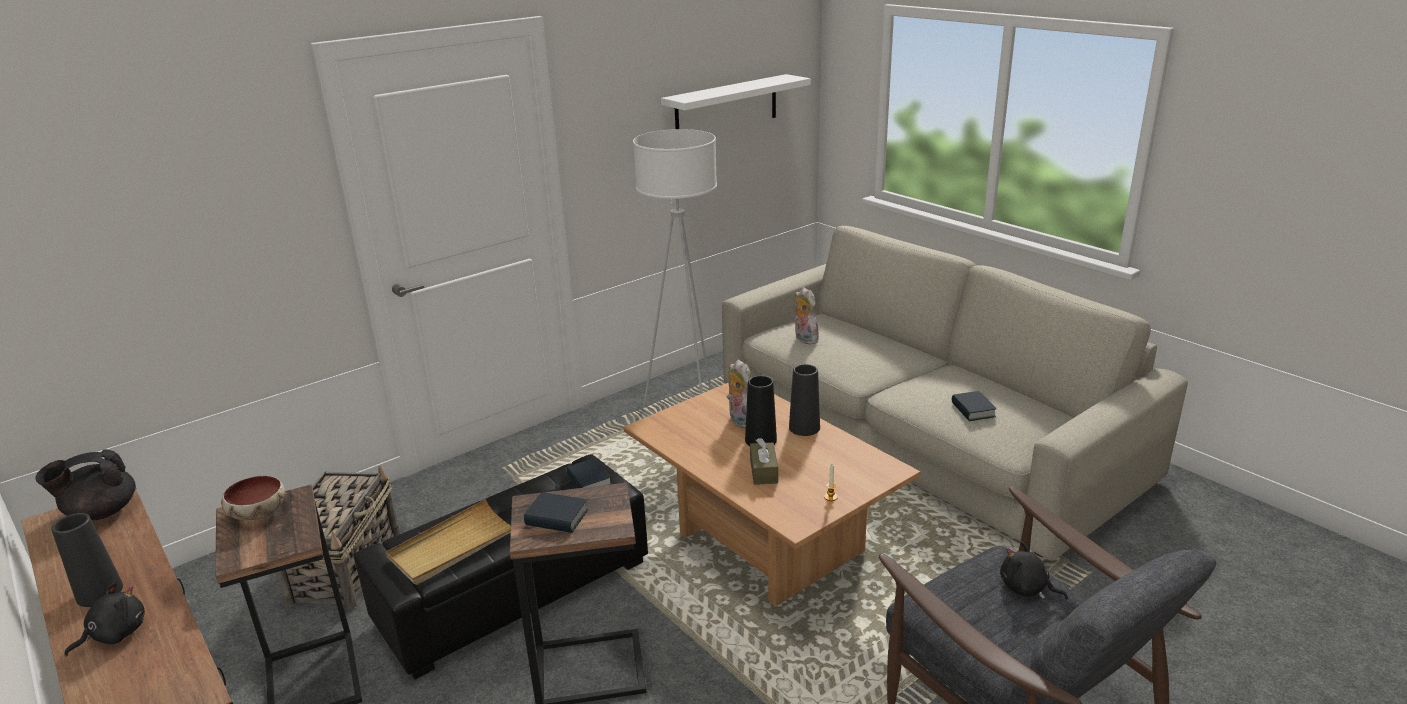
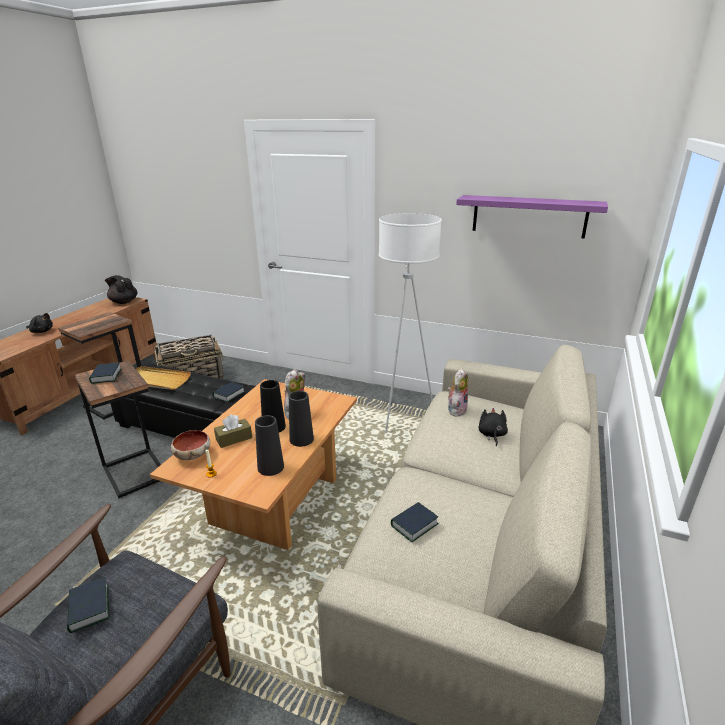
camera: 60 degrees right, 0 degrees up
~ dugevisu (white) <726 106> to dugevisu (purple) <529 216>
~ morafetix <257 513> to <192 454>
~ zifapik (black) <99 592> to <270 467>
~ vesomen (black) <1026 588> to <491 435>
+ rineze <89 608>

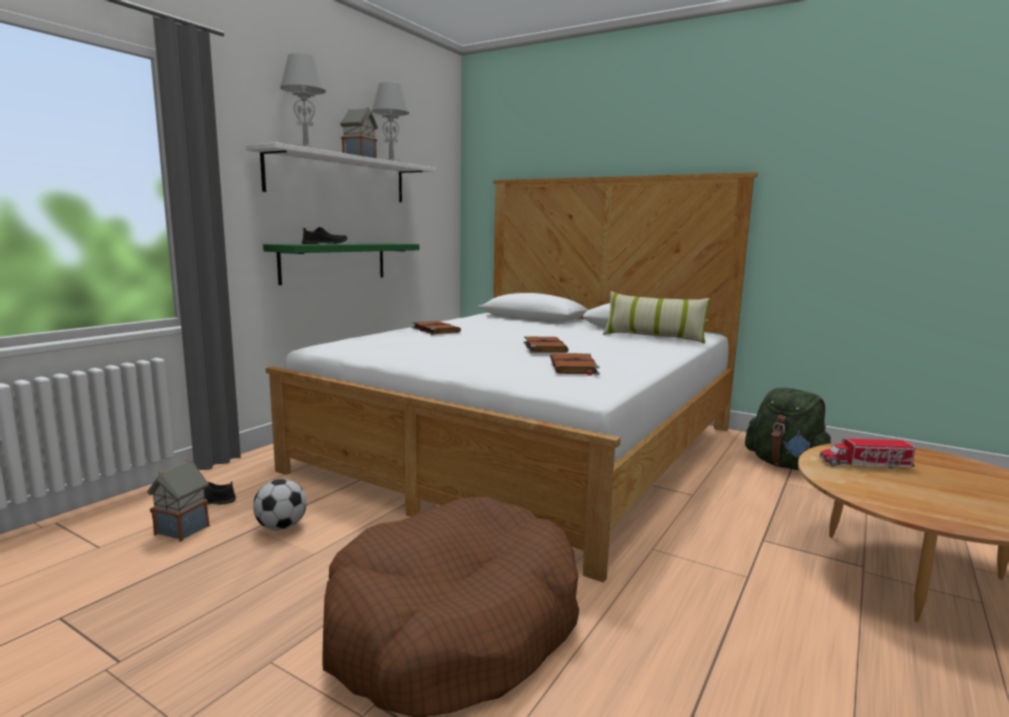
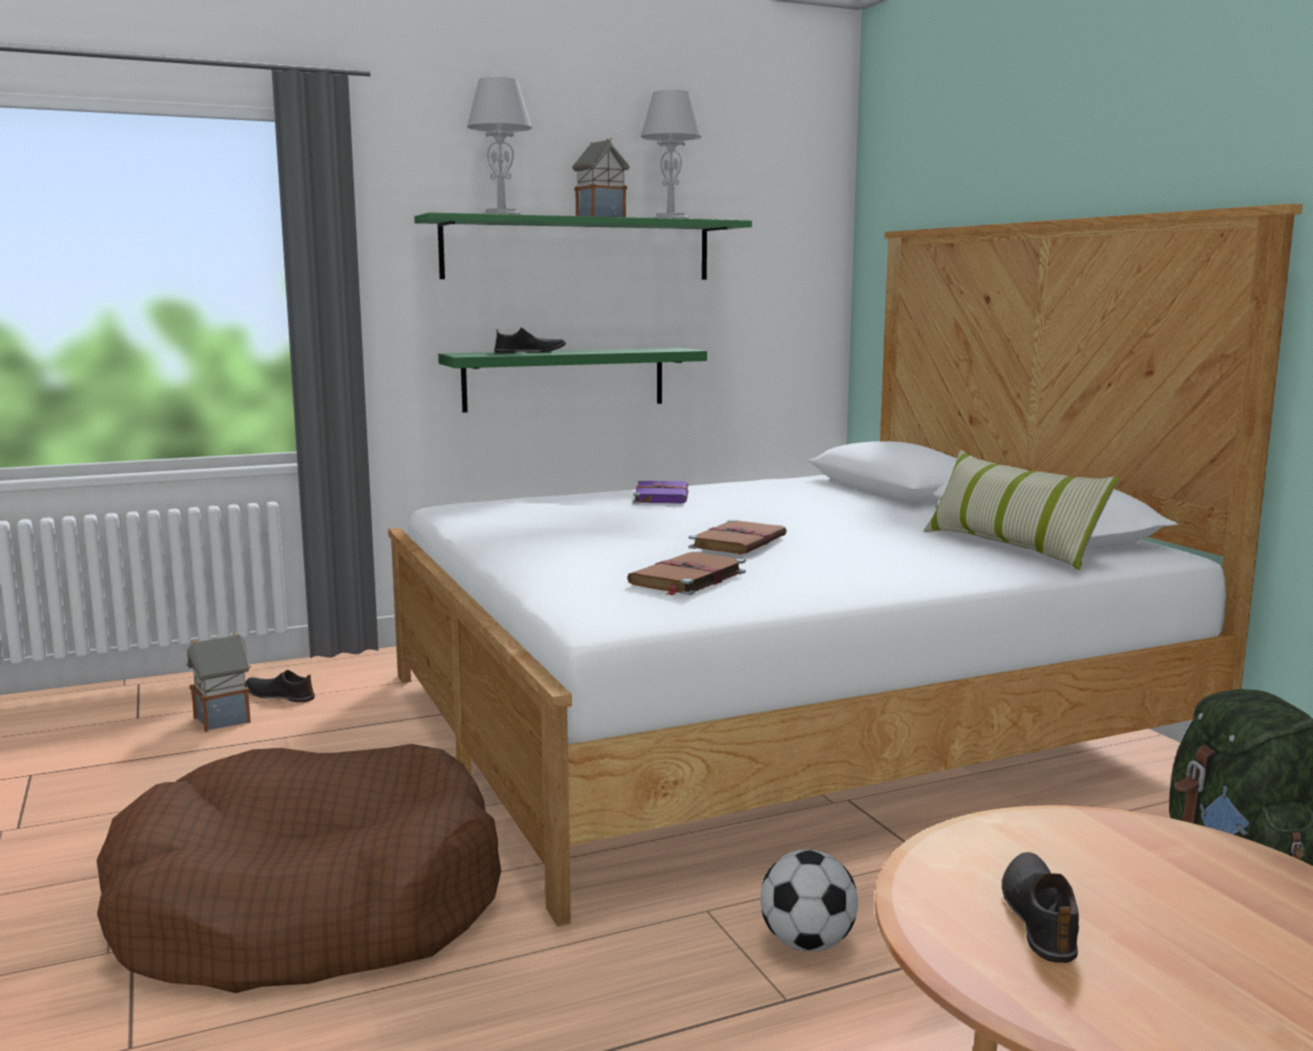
camera: 35 degrees right, 0 degrees up
~ dugevisu (white) <339 178> to dugevisu (green) <578 249>
~ rineze (brown) <435 330> to rineze (purple) <661 496>
- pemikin <865 464>
~ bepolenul <281 527> to <807 943>
+ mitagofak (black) <1040 916>

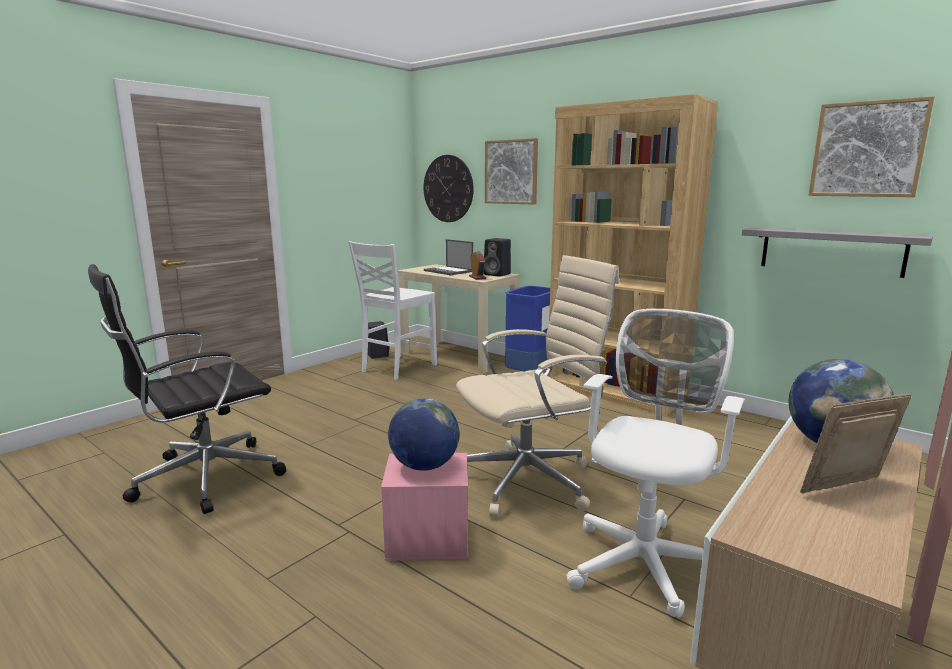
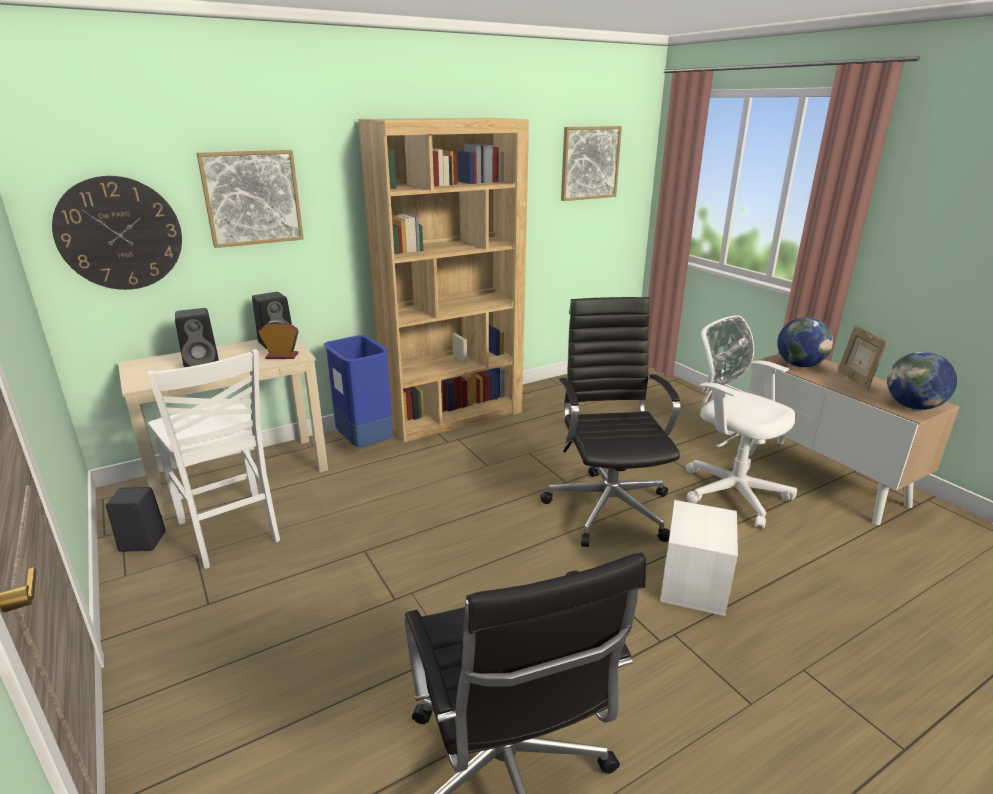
camera: 70 degrees left, 10 degrees up
- dugevisu (grey) <831 251>
~ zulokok <449 271> to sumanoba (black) <203 363>
~ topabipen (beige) <530 480> to topabipen (black) <608 506>
~ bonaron <424 466> to <913 406>
~ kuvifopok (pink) <426 539> to kuvifopok (white) <695 585>

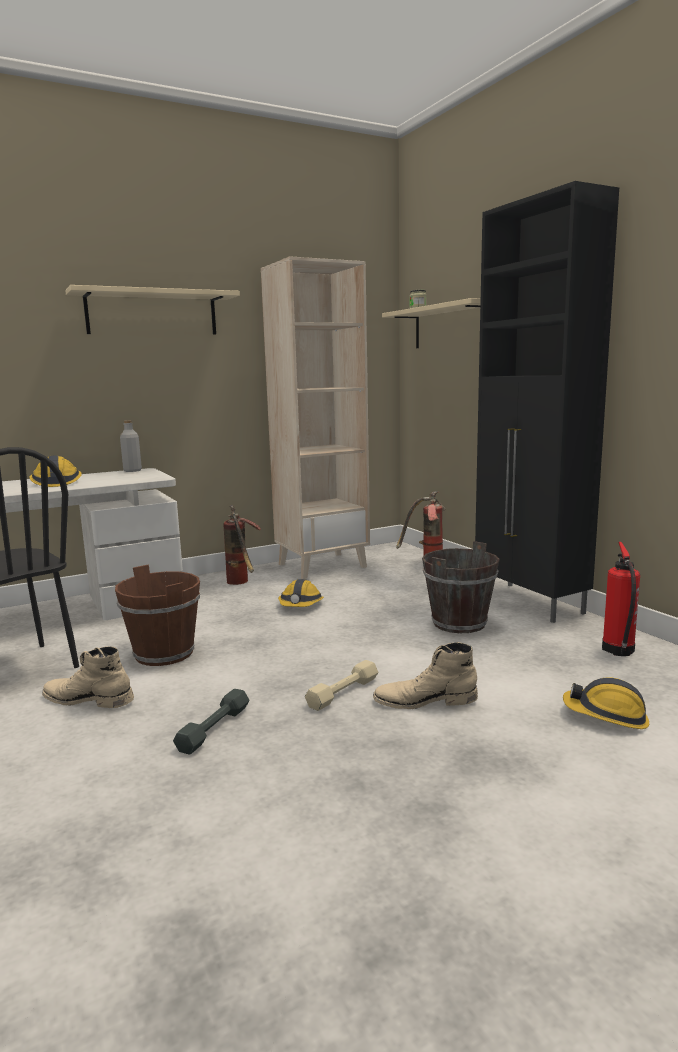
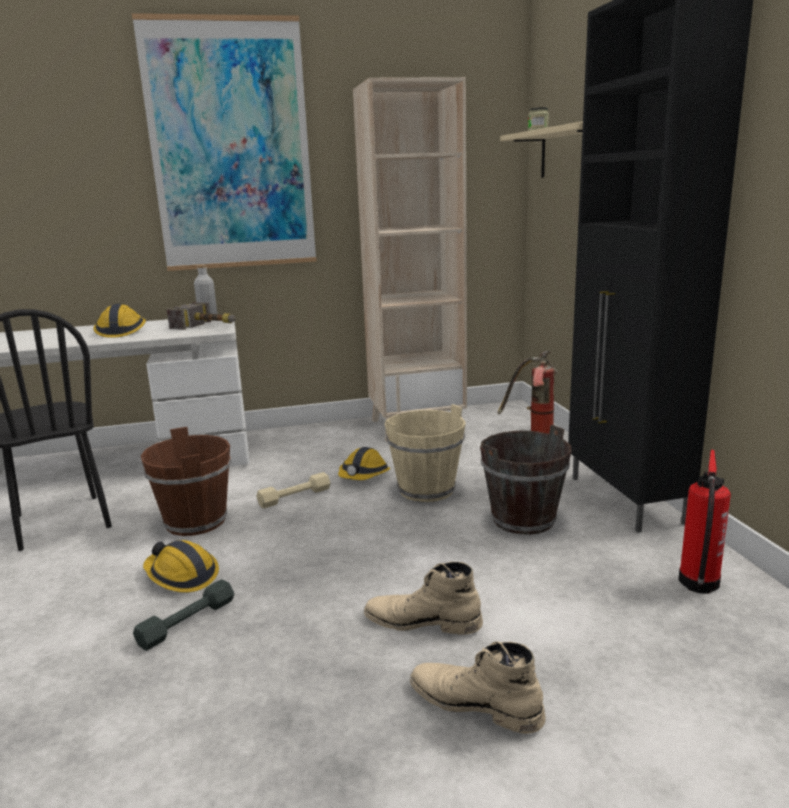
camera: 15 degrees right, 5 degrees up
~ dugevisu (beige) <152 313> to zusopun <231 147>
- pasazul <242 583>
~ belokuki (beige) <88 699> to <475 703>
~ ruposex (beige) <343 692> to <294 497>
~ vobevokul <606 716> to <181 576>
+ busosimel <209 326>
+ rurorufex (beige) <426 490>

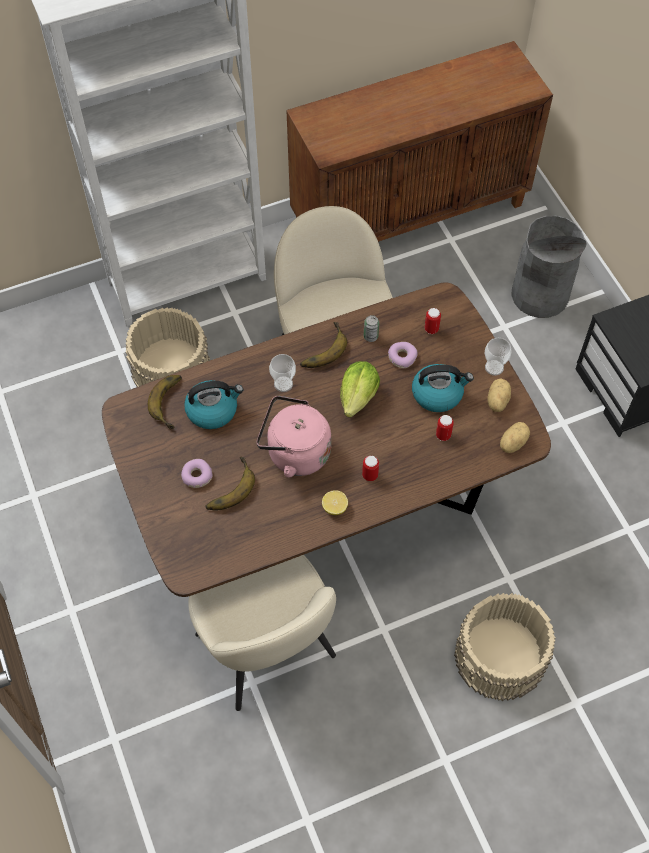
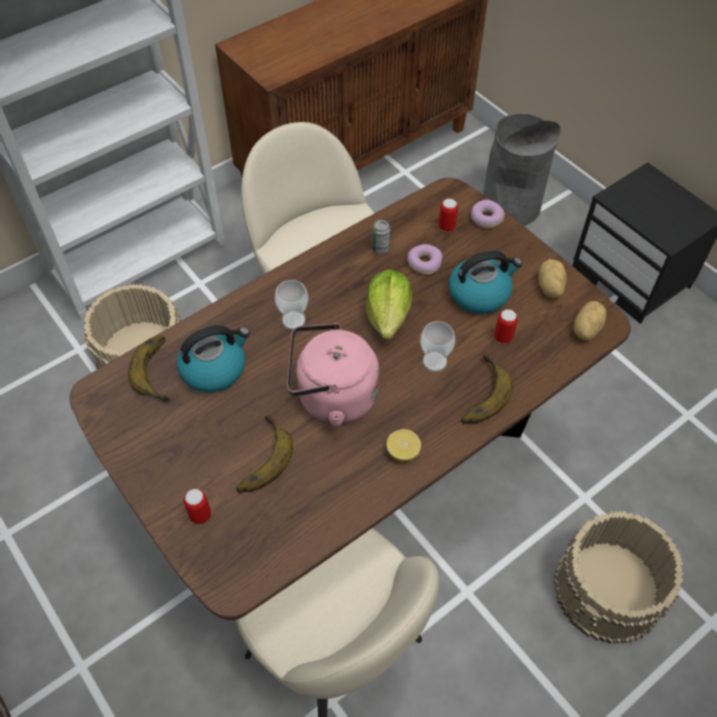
camera: 15 degrees left, 5 degrees down
~ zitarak <321 348> to <478 393>
~ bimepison <494 367> to <434 362>
~ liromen <370 475> to <200 515>
~ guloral <196 476> to <486 218>

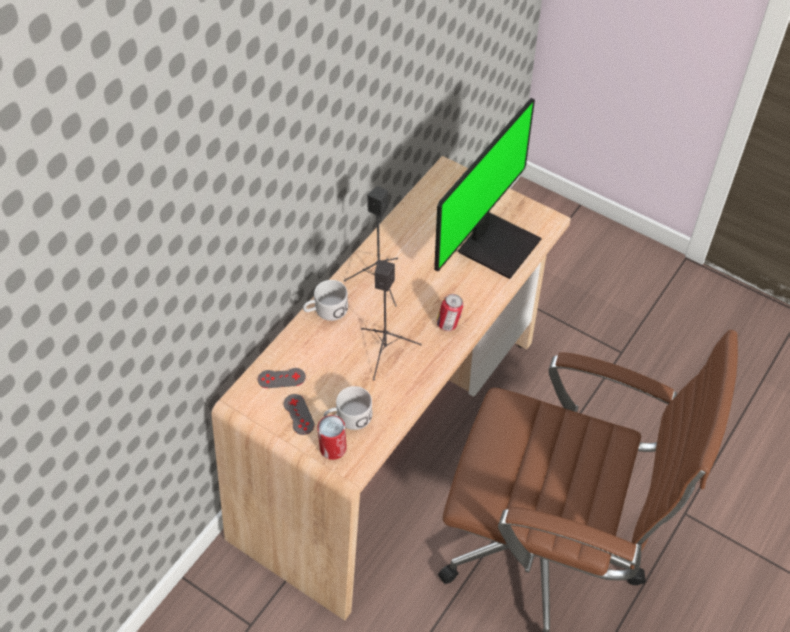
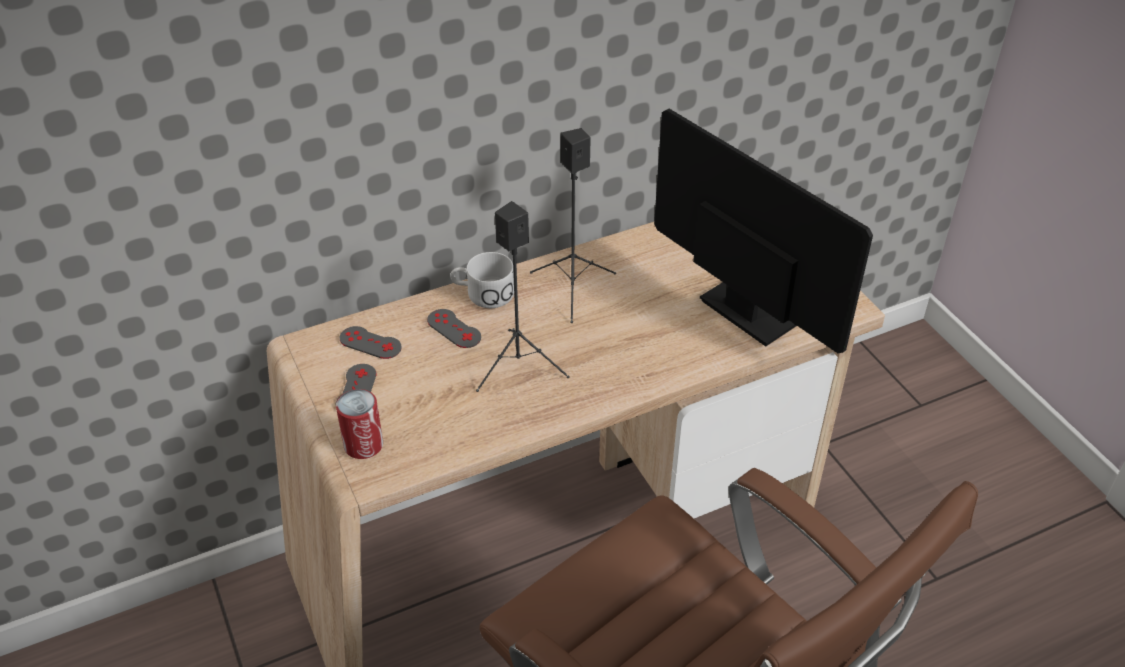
camera: 30 degrees right, 10 degrees down
~ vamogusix <496 244> = <757 306> 105 degrees counterclockwise
- liromen <449 324>
- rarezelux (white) <348 417>
+ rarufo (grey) <454 329>

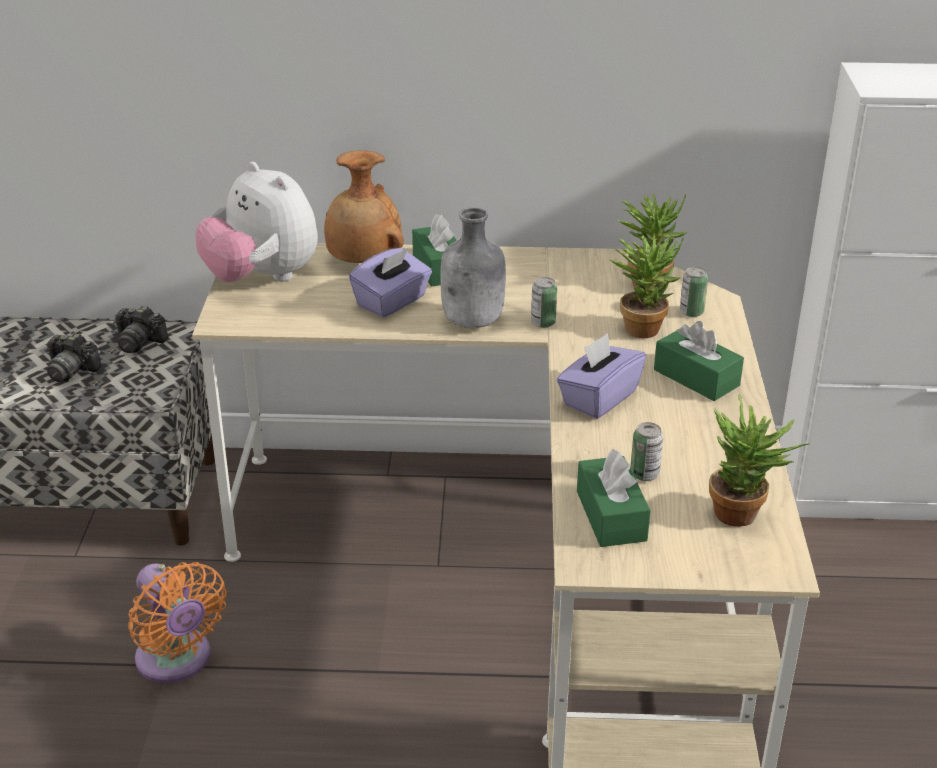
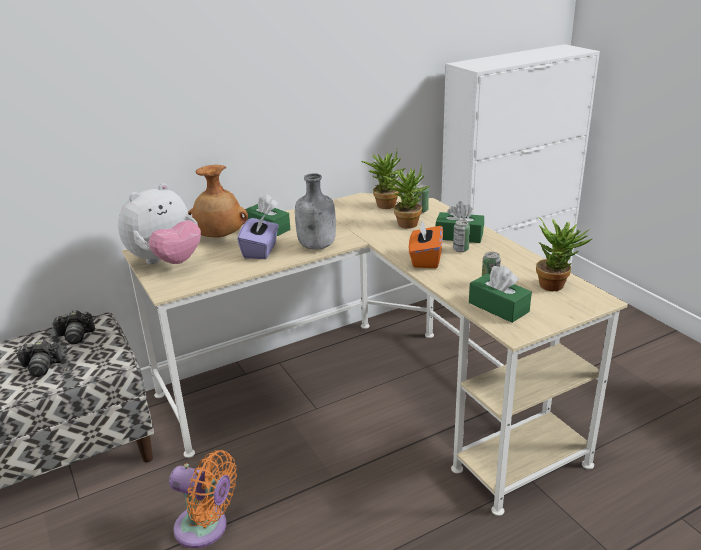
camera: 30 degrees left, 5 degrees down
~ vesomen <262 278> = <166 262> 60 degrees counterclockwise
~ liromen <543 323> to <460 249>
~ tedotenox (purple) <598 398> to tedotenox (orange) <425 259>

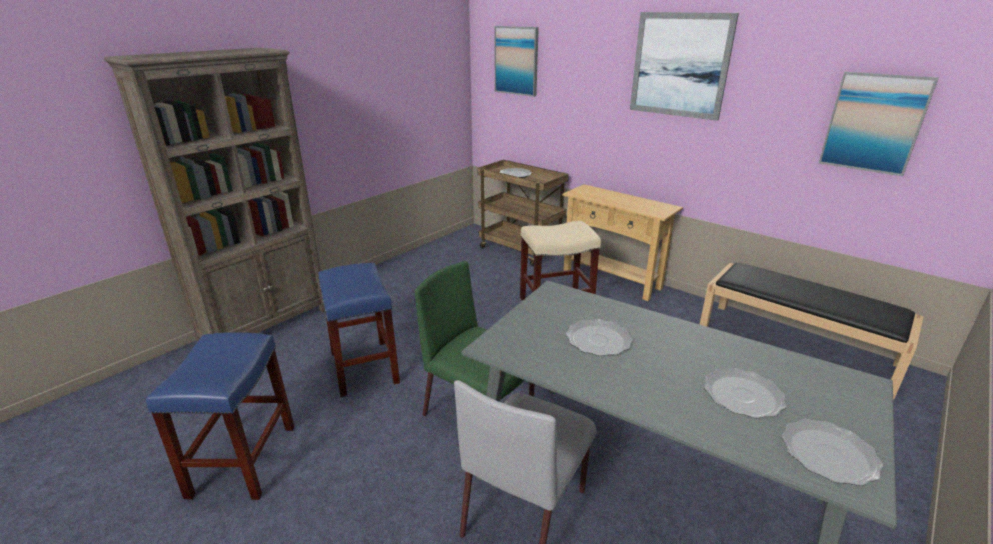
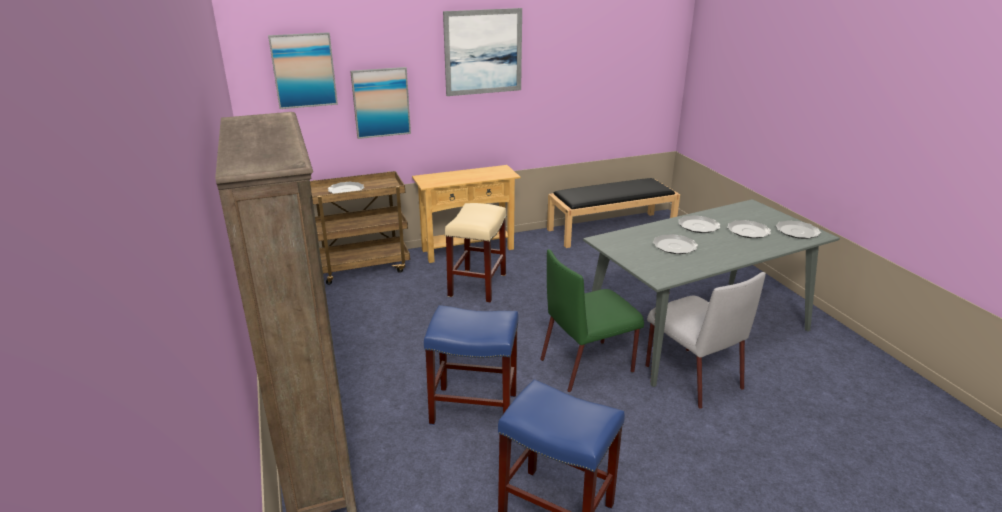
camera: 60 degrees left, 0 degrees up
~ zusopun <874 123> to <381 102>
+ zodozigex <698 226>

